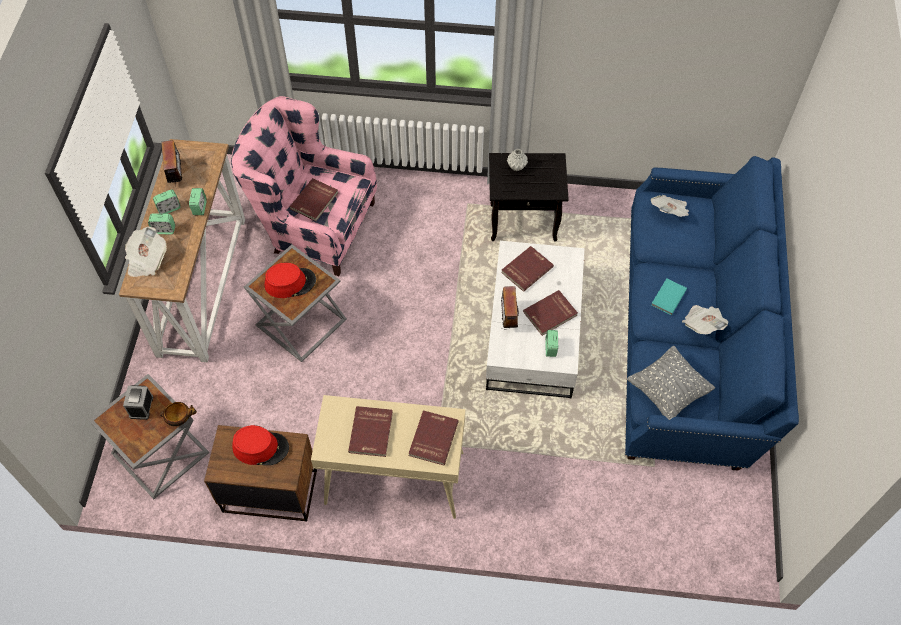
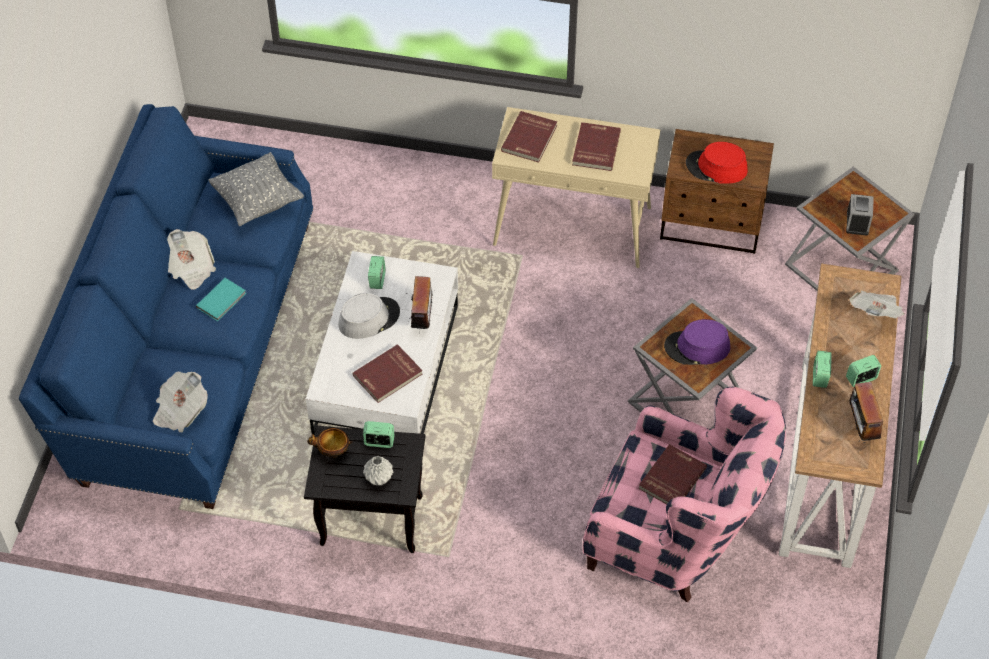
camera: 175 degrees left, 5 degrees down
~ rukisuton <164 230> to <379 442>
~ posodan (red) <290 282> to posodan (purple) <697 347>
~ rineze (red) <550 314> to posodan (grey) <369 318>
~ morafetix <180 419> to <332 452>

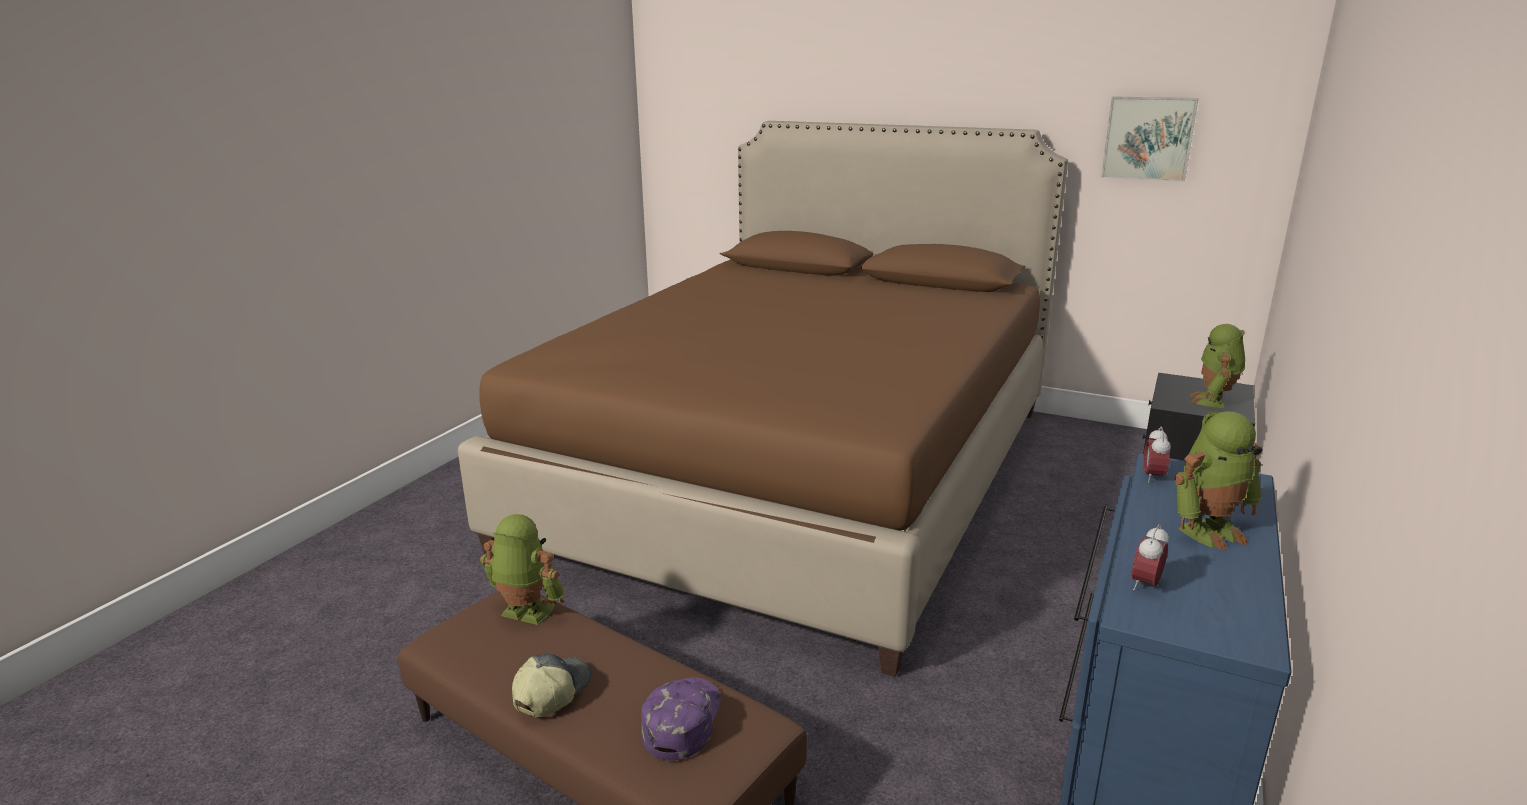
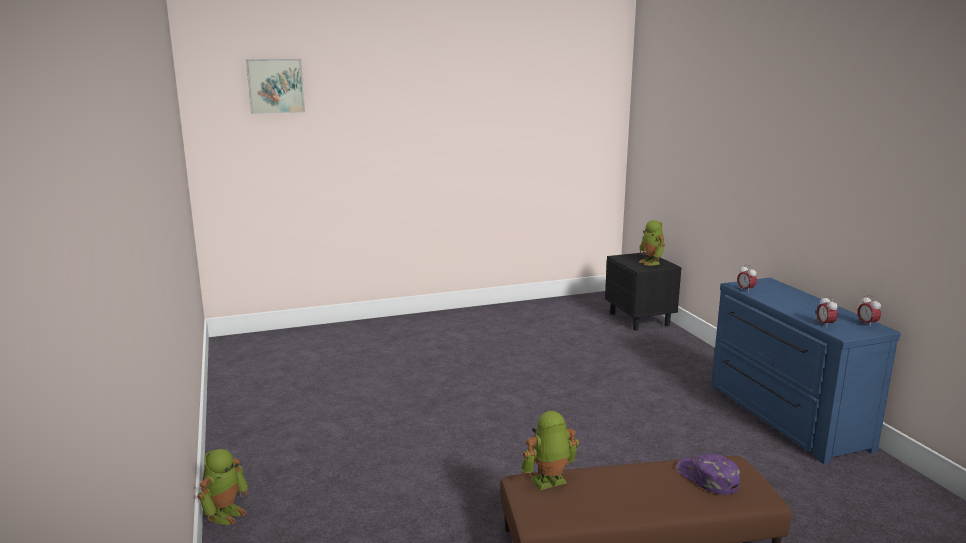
camera: 45 degrees left, 5 degrees down
~ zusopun <1148 138> to <275 86>
- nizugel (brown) <800 474>
~ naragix <1208 530> to <225 513>
- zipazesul <551 692>
+ rukisuton <867 324>

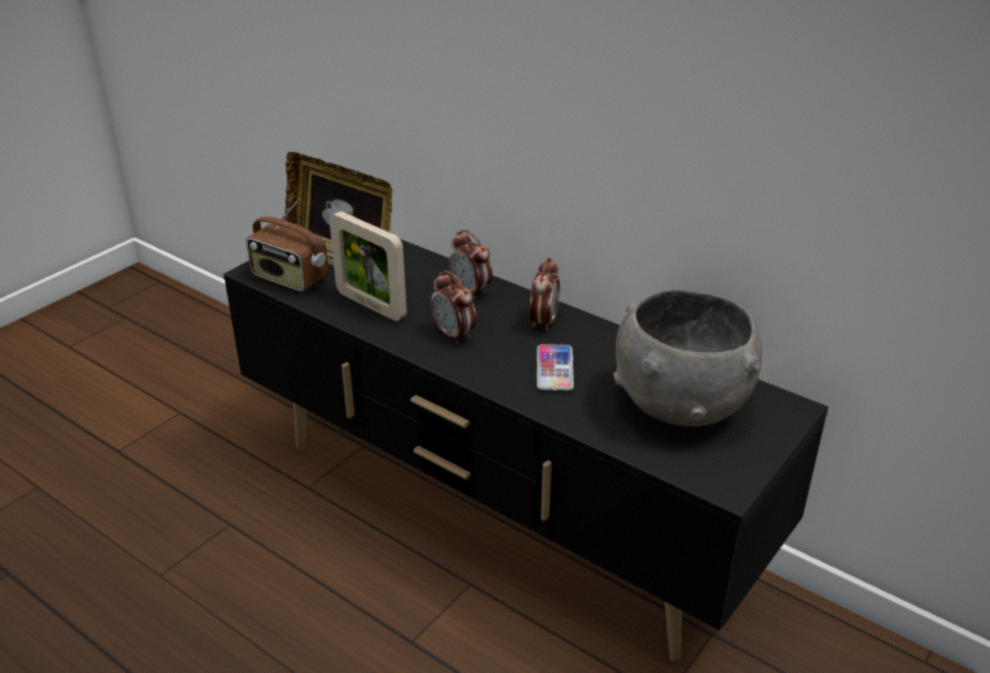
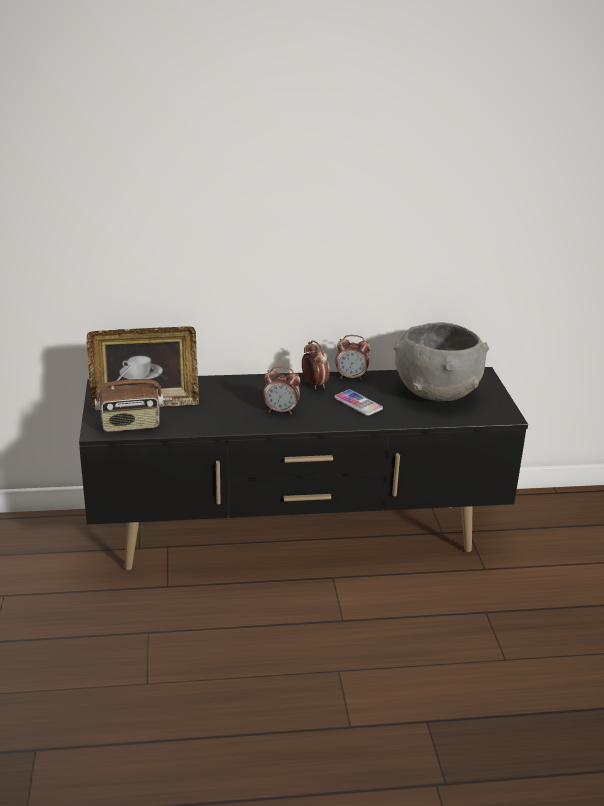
camera: 45 degrees left, 5 degrees down
- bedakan <371 305>
~ rukisuton <470 290> to <351 377>

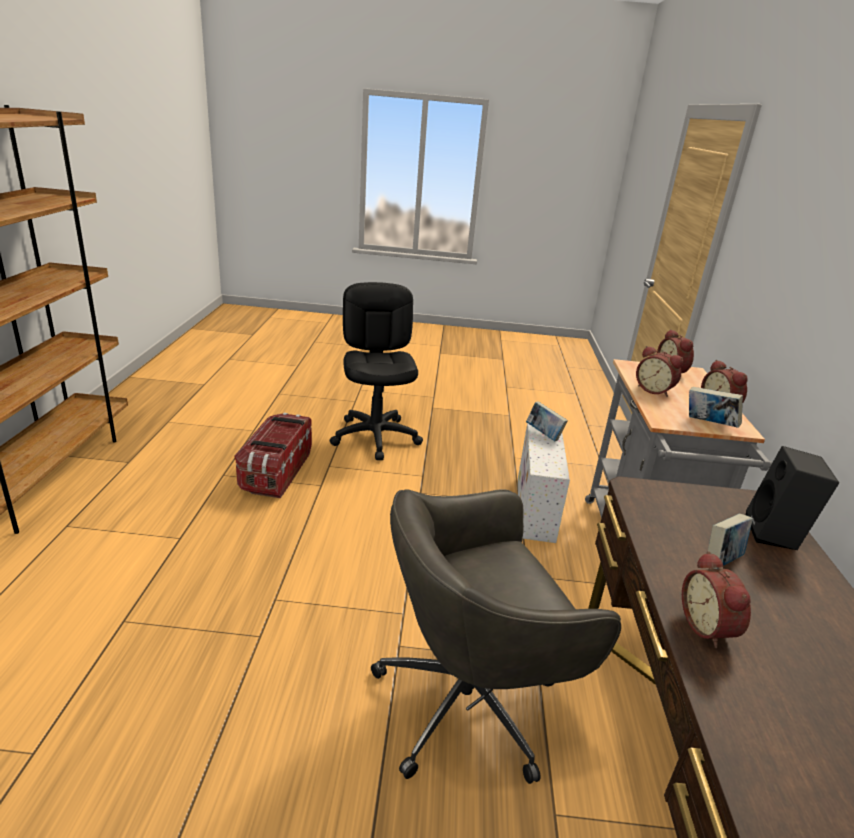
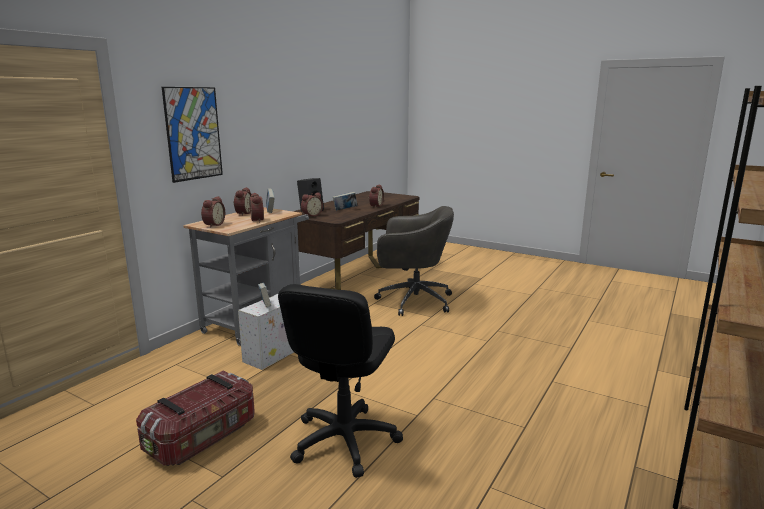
camera: 150 degrees left, 10 degrees down
~ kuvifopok <276 472> to <203 437>
+ zusopun <193 133>
+ rukisuton <311 215>

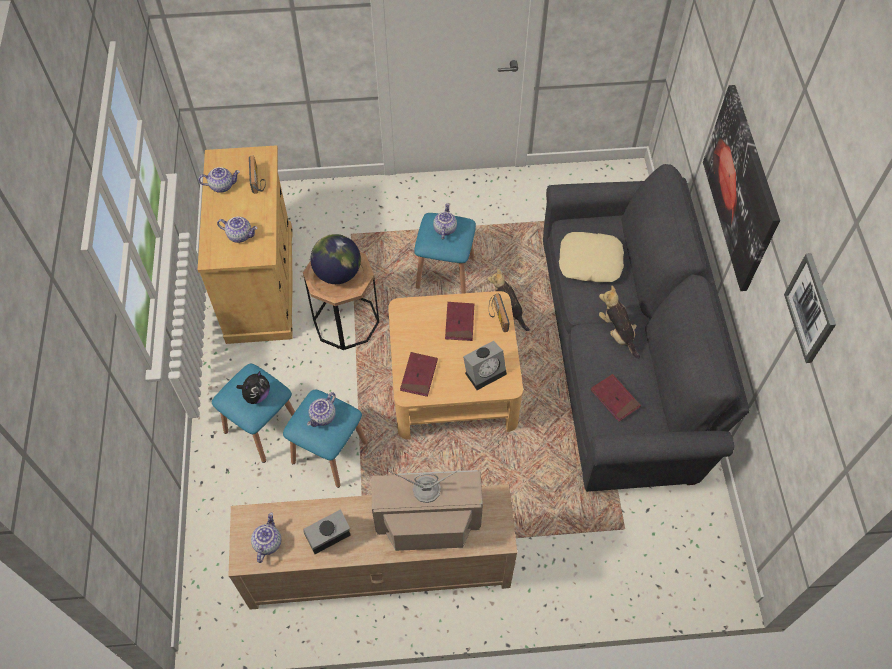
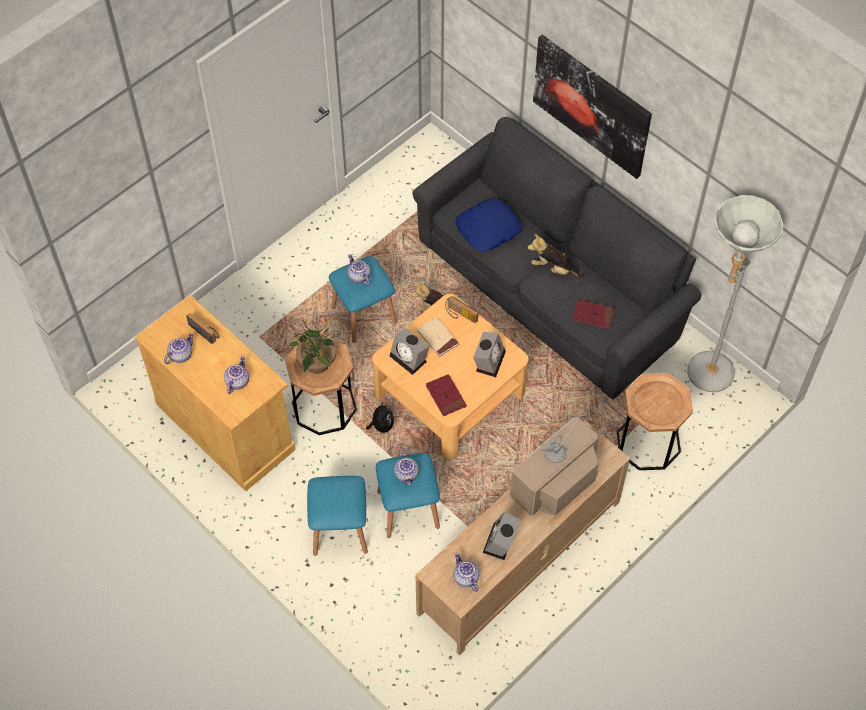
camera: 40 degrees left, 0 degrees up
~ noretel <240 235> = <237 381> 45 degrees counterclockwise
~ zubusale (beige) <590 262> to zubusale (blue) <488 229>
~ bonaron <338 273> to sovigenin <316 364>
- zusopun <811 308>
~ rineze (red) <459 322> to rineze (beige) <437 338>
~ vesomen <256 395> to <381 426>
+ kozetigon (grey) <703 379>
+ rukisuton <410 358>
+ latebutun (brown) <648 442>

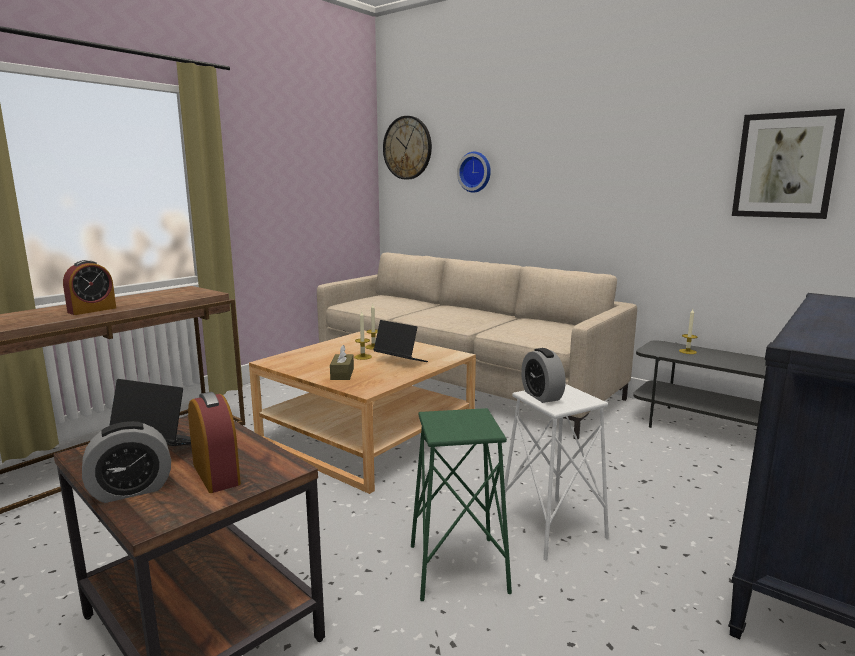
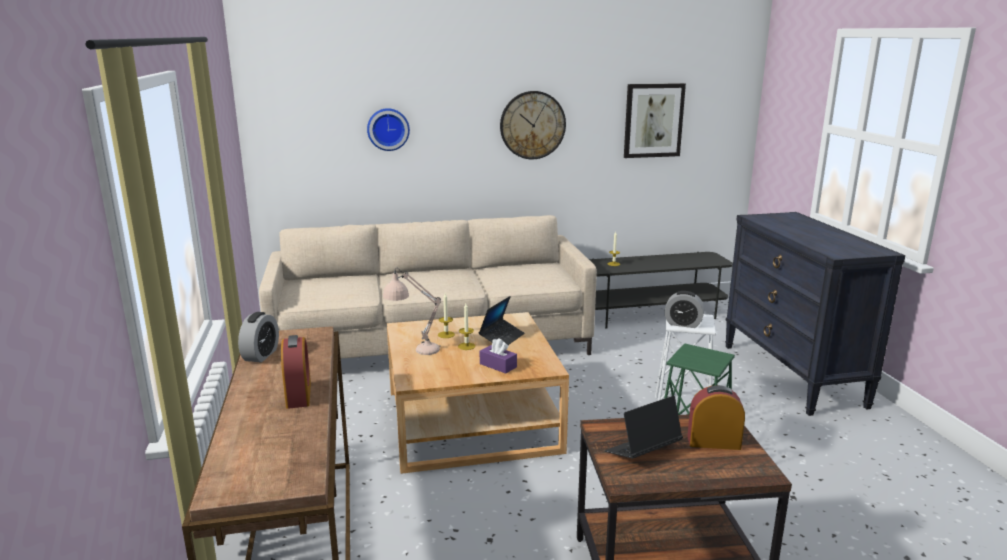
camera: 50 degrees left, 5 degrees up
~ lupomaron <407 148> to <532 125>
~ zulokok <400 361> = <502 338> 135 degrees clockwise
~ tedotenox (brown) <342 374> to tedotenox (purple) <498 365>
~ rukisuton <131 490> to <261 355>
+ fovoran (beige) <414 350>

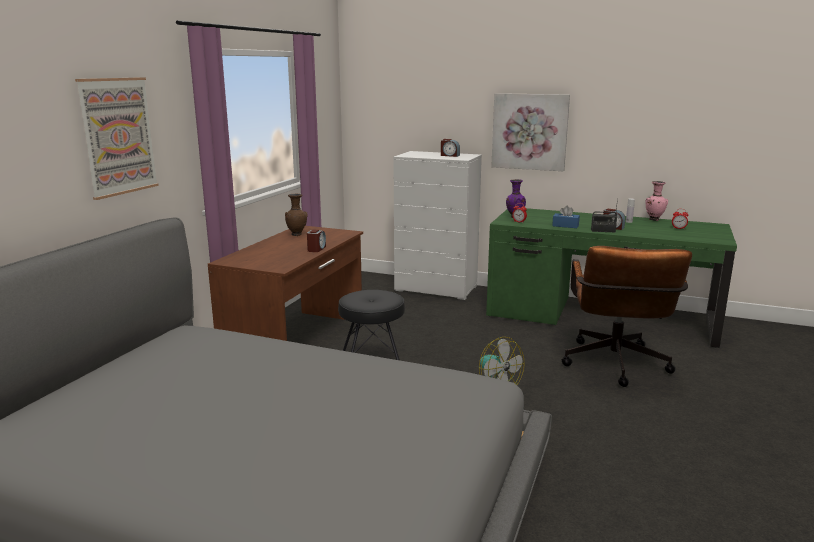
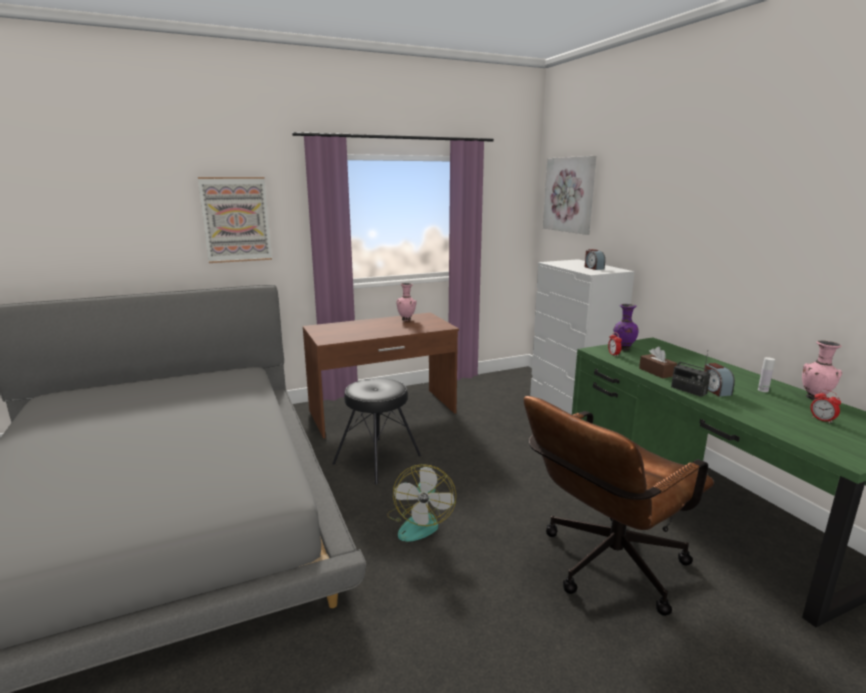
camera: 45 degrees right, 0 degrees up
~ zusopun <529 131> to <569 194>
~ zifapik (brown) <297 235> to zifapik (pink) <407 319>
~ tedotenox (blue) <565 225> to tedotenox (brown) <656 372>
- rukisuton <316 249>

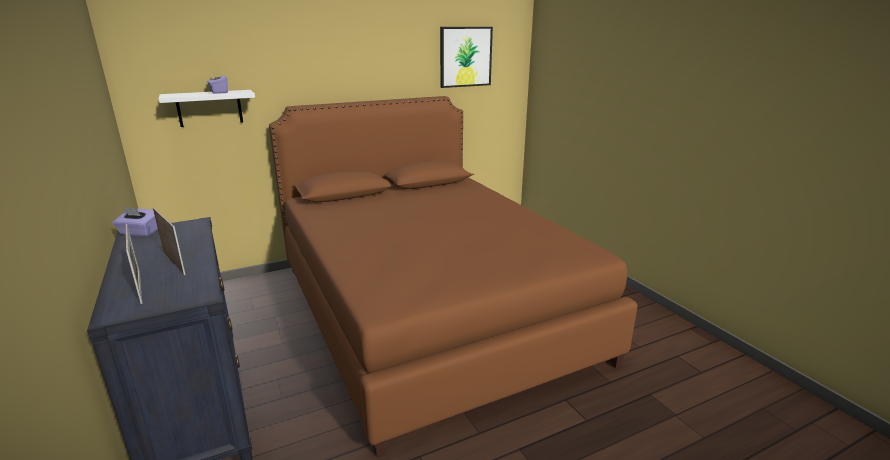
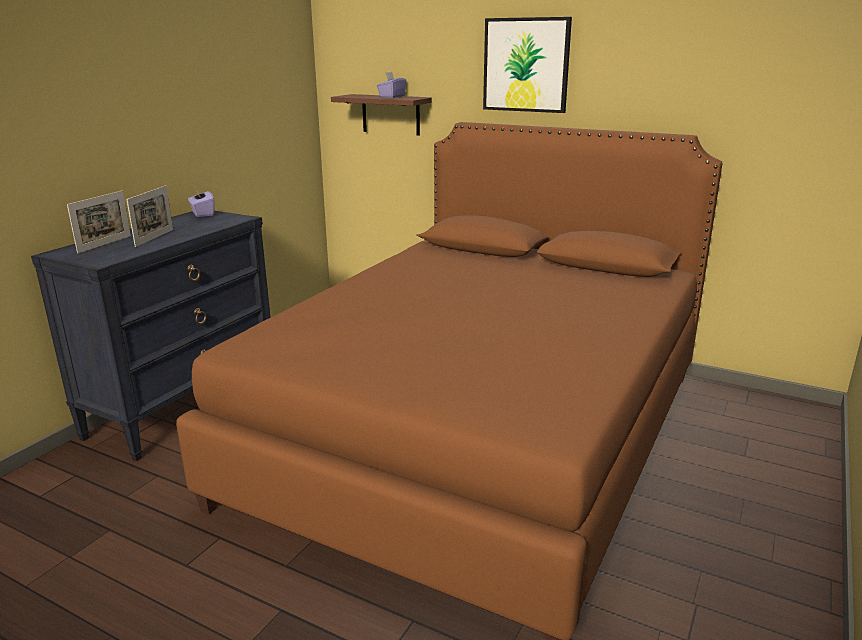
camera: 55 degrees right, 0 degrees up
~ zusopun <465 57> to <526 65>
~ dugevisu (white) <209 108> to dugevisu (brown) <390 114>

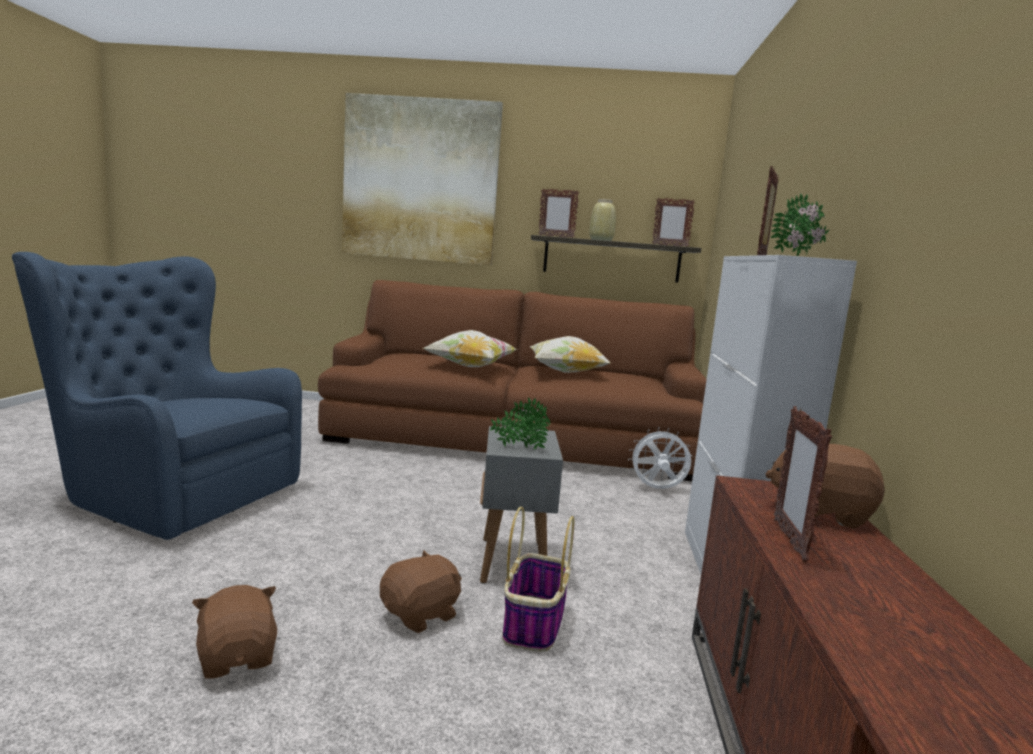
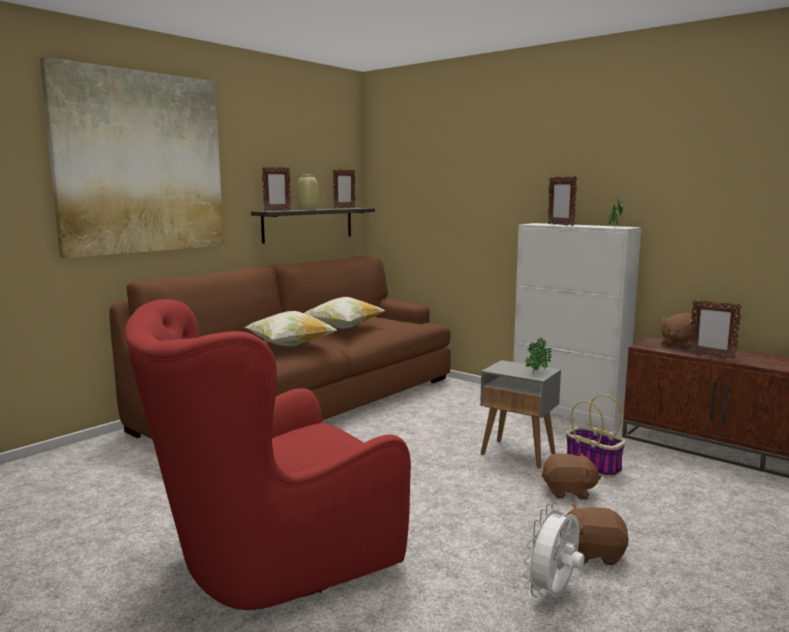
camera: 55 degrees left, 0 degrees up
~ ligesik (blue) <168 493> to ligesik (red) <269 560>
~ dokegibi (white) <657 490> to <553 594>
~ vesomen (brown) <421 615> = <568 492> 105 degrees clockwise

